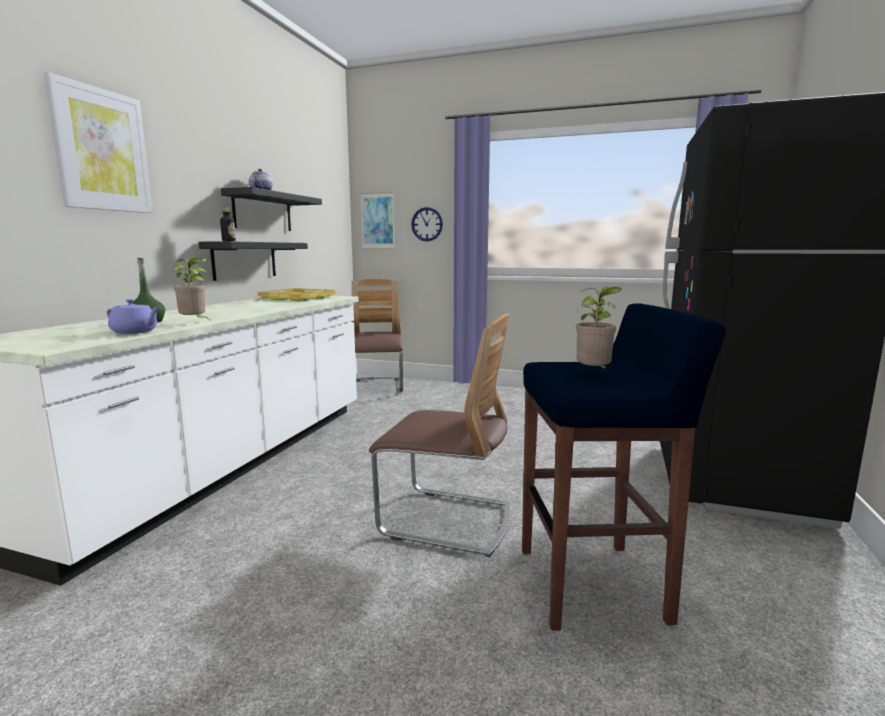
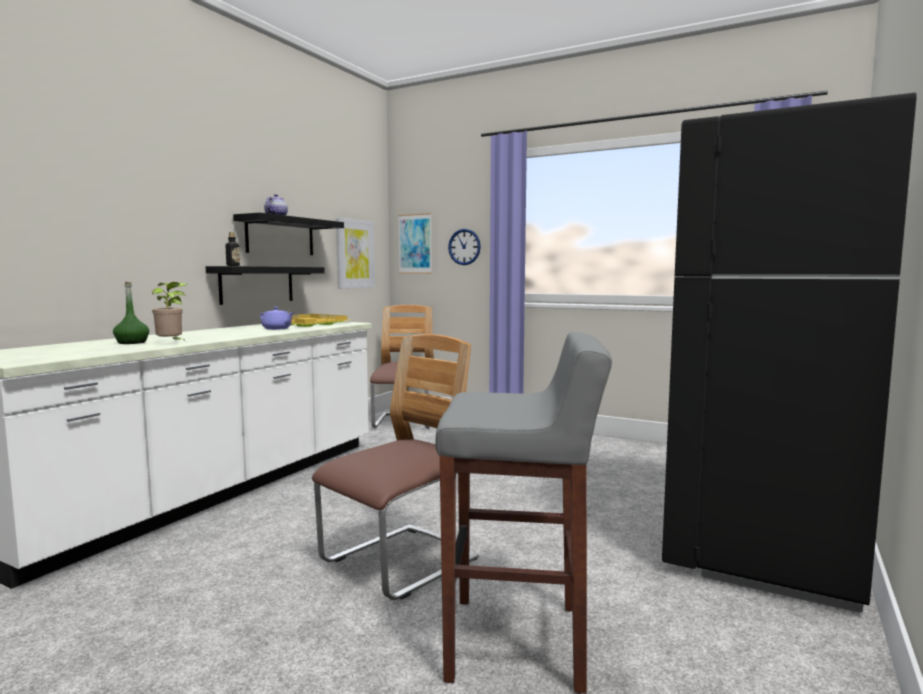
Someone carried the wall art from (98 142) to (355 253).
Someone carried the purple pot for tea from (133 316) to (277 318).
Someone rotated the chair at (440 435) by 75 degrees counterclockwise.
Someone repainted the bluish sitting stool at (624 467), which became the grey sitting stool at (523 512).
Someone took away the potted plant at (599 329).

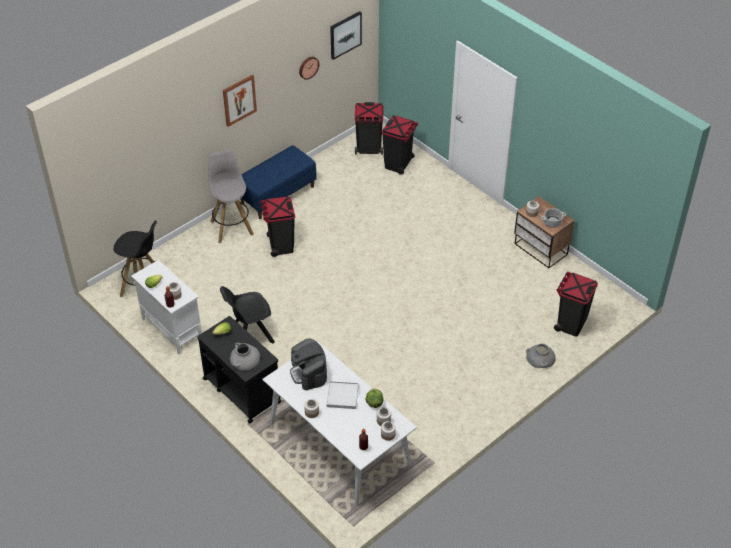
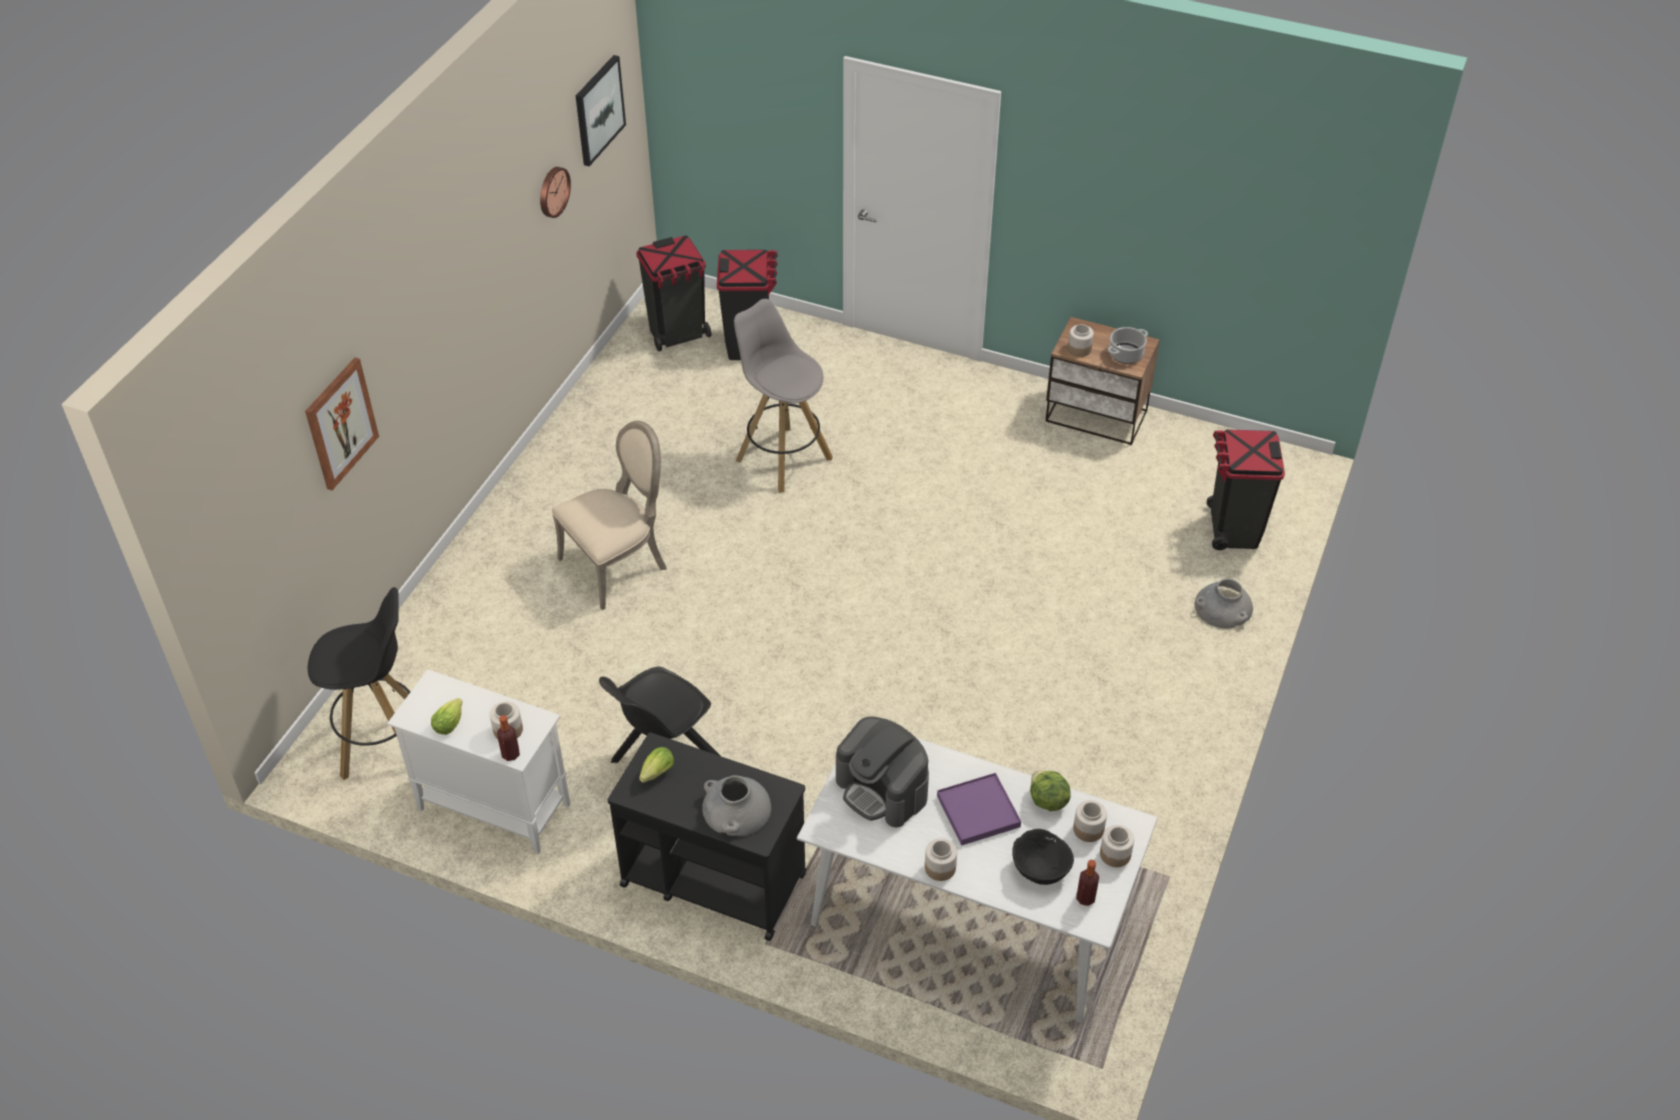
Someone carried the grey sitting stool from (231 196) to (783 396).
Someone carried the wall art from (240 101) to (342 423).
Someone took away the bluish bench at (278 182).
Someone swapped the black waste bin at (277 226) for the beige chair at (609 515).
Someone repainted the white serving tray at (342 395), which became the purple serving tray at (979 809).
Someone put down the black bowl at (1043 857).

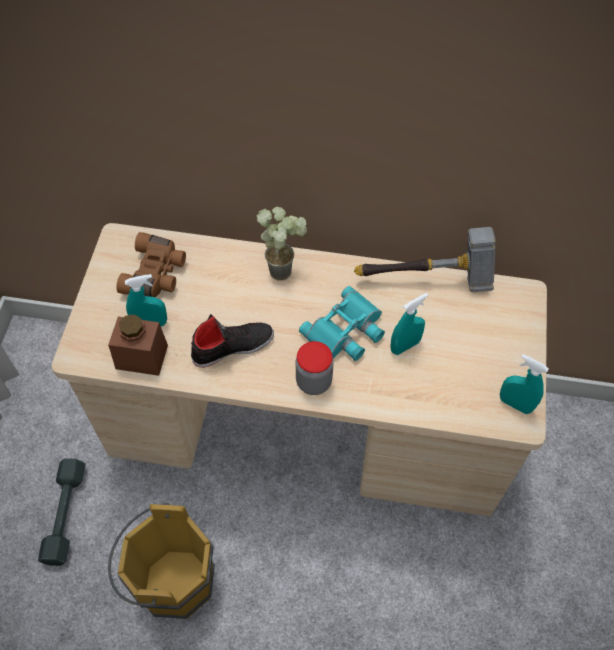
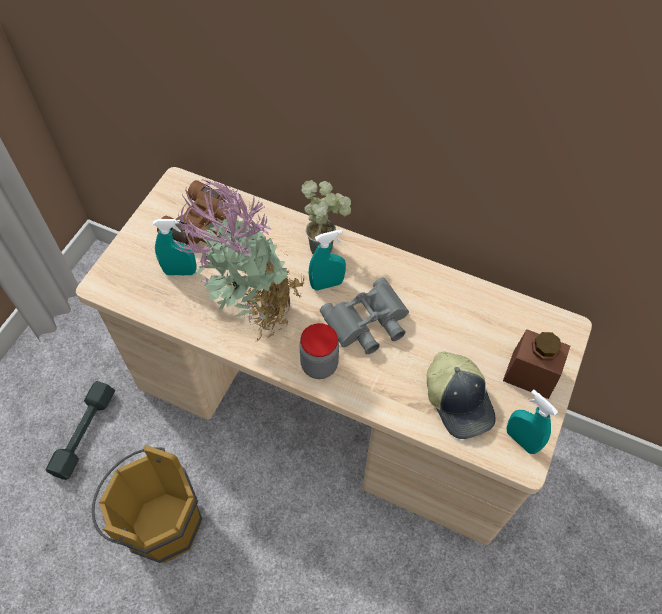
Someone carried the brown-coloured storage jar from (138 345) to (536 364).
Someone swapped the black low shoe at (232 341) for the potted plant at (239 260).
Someone repainted the turquoise binoculars at (342 323), which became the grey binoculars at (364 316).
Someone took away the tool hammer at (425 259).
Someone carried the turquoise hand sprayer from (409 324) to (327 260).
Someone put down the baseball cap at (461 395).

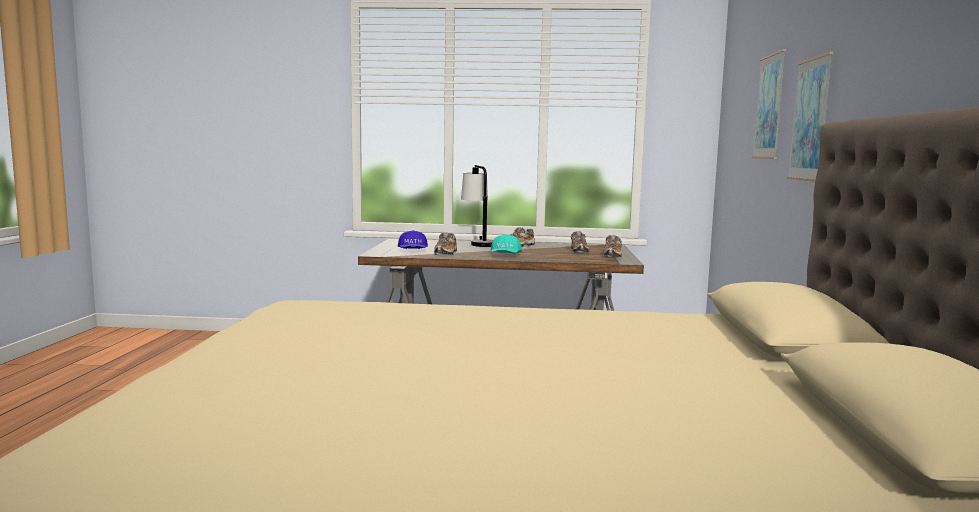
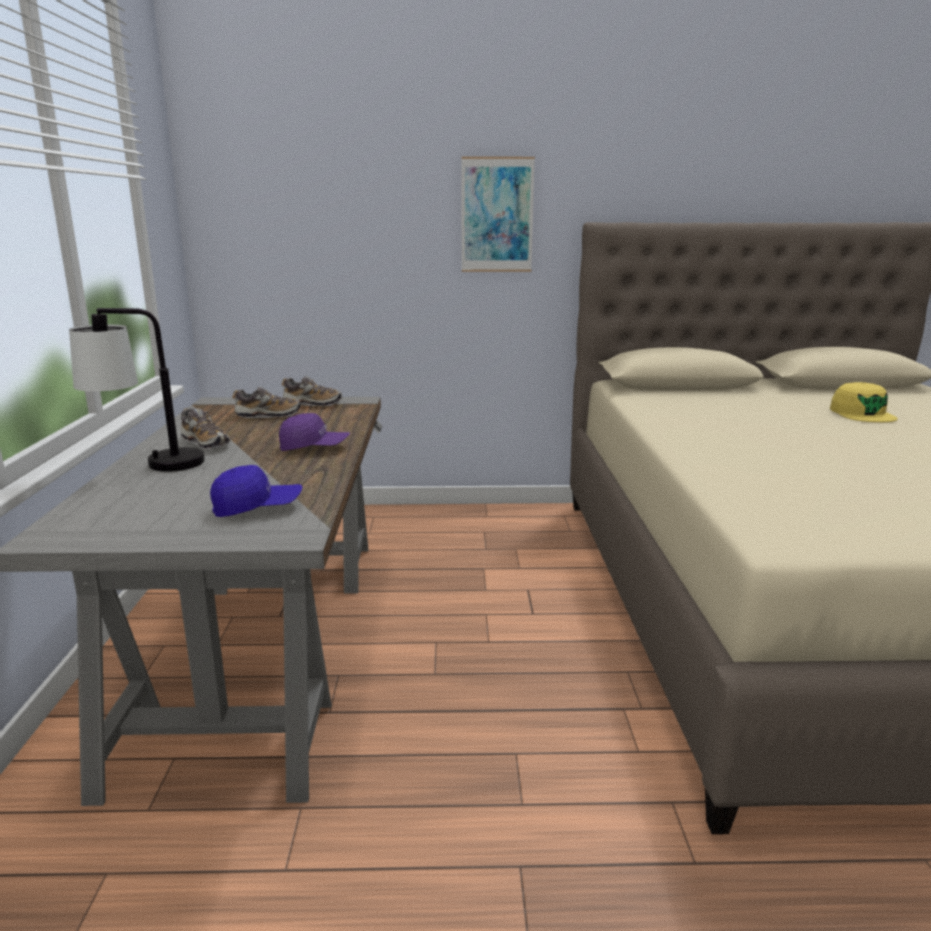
Someone took away the low shoe at (445 243).
Someone repainted the turquoise baseball cap at (506 243), which became the purple baseball cap at (314 432).
Someone took away the wall art at (769 104).
Someone put down the yellow-coloured baseball cap at (864 402).

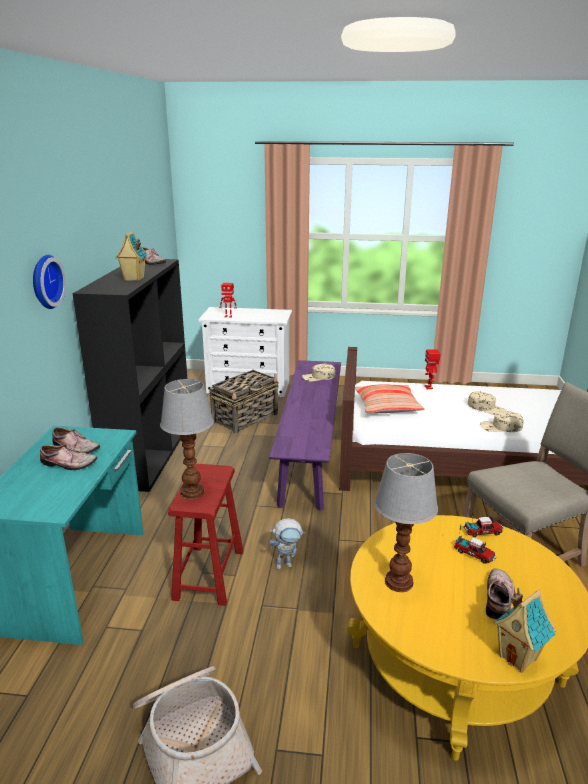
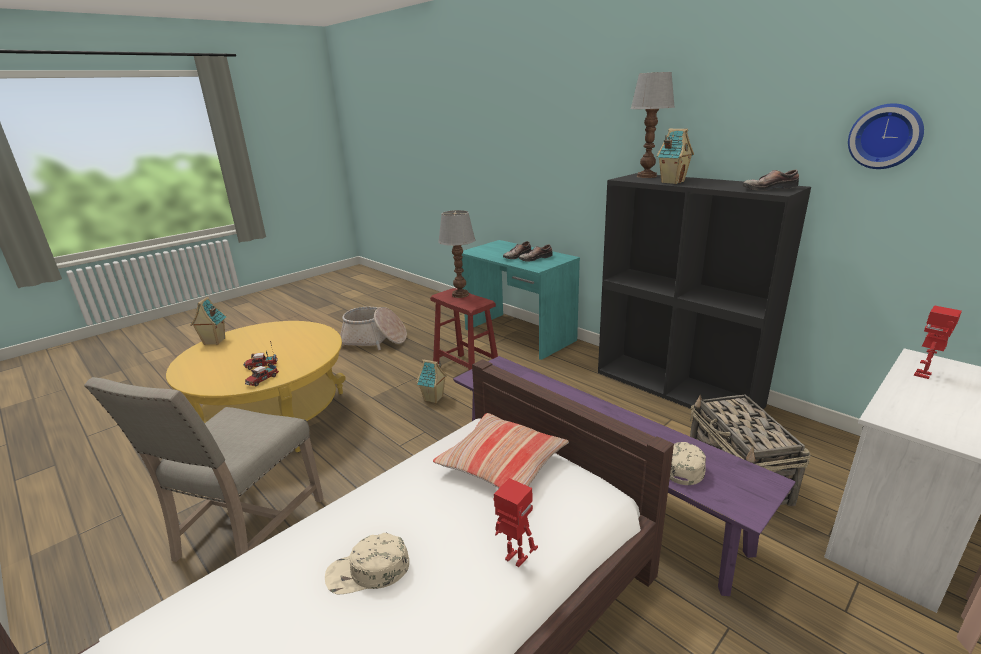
Someone carried the hanging clock from (49 282) to (886 136).
Someone swapped the robot figure at (287 543) for the miniature house at (431 381).
Someone carried the table lamp from (406 522) to (653 125).
Someone took away the beige baseball cap at (501 421).
Someone took away the low shoe at (500 593).

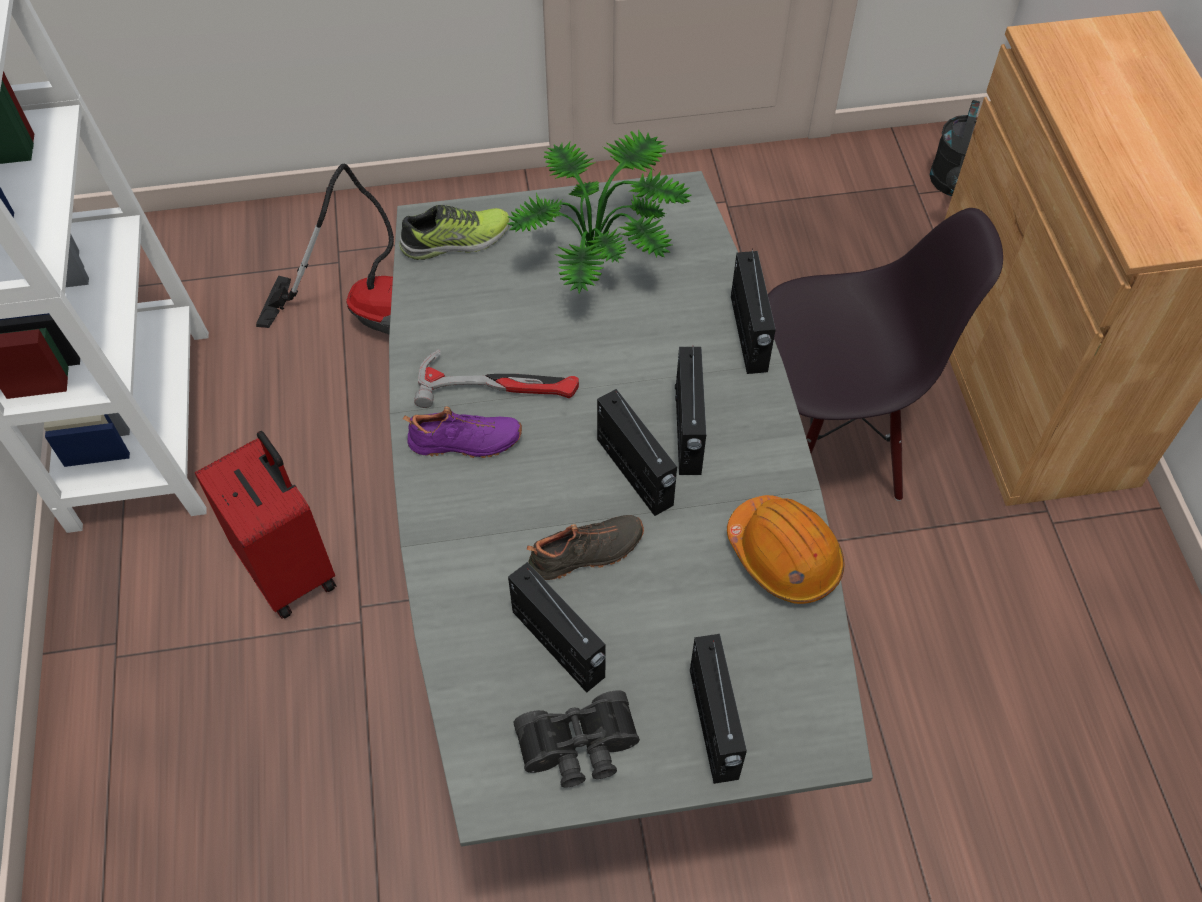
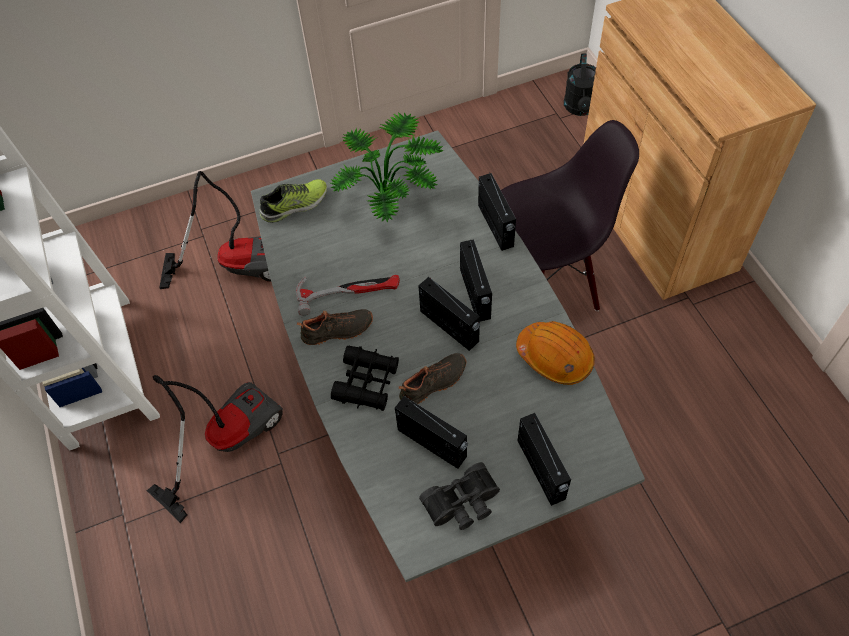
Someone swapped the red piece of luggage at (265 525) for the vacuum cleaner at (215 449).
Someone repainted the purple low shoe at (462 432), which became the black low shoe at (335 327).
Someone put down the black binoculars at (365 378).

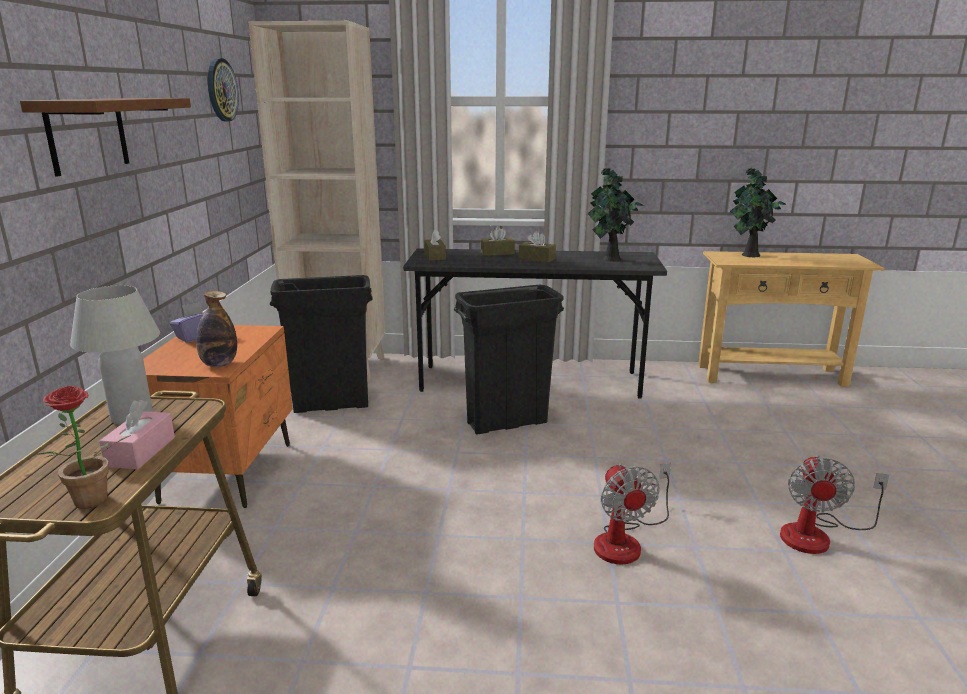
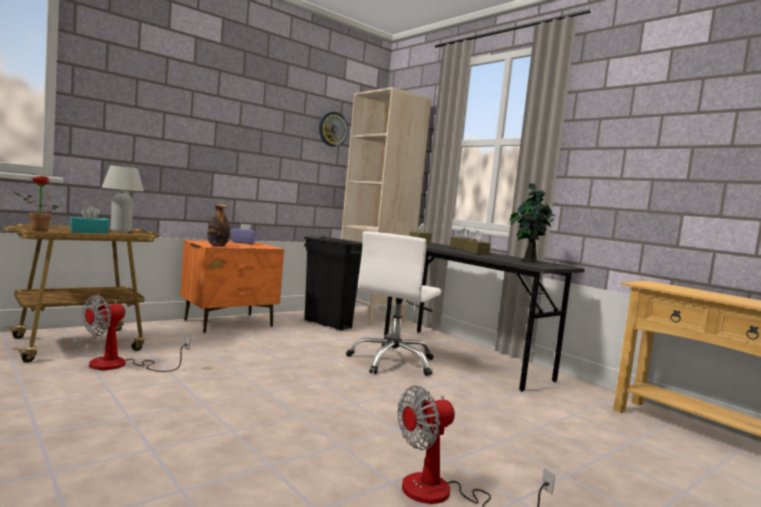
Someone took away the brown-coloured wall shelf at (105 137).
Someone repainted the pink-coloured box of tissues at (137 435), which became the turquoise box of tissues at (89 219).
Someone swapped the black waste bin at (509 359) for the white desk chair at (393 303).
Someone carried the cooling fan from (632 513) to (136 333).
Someone took away the potted plant at (758 212).

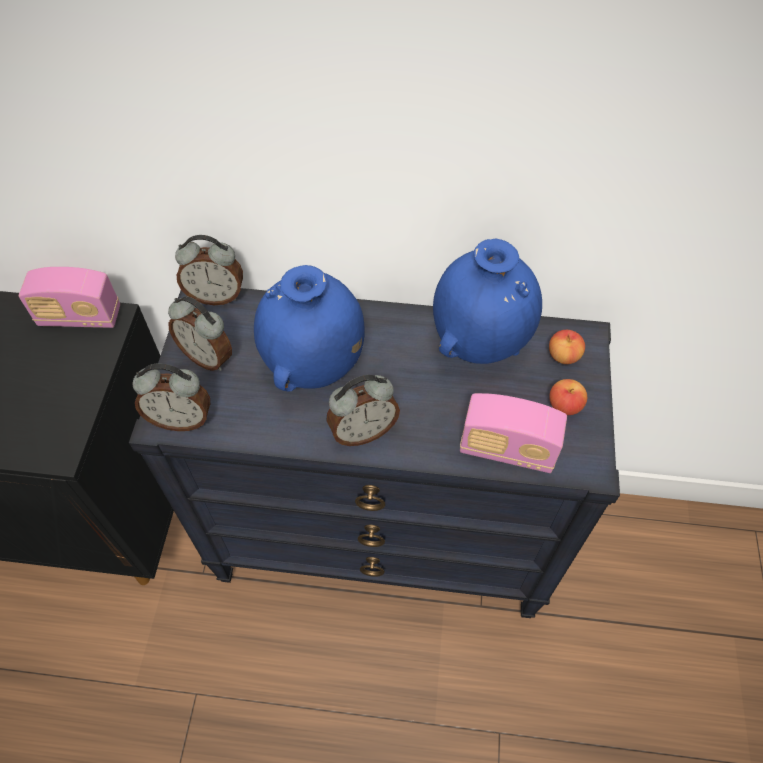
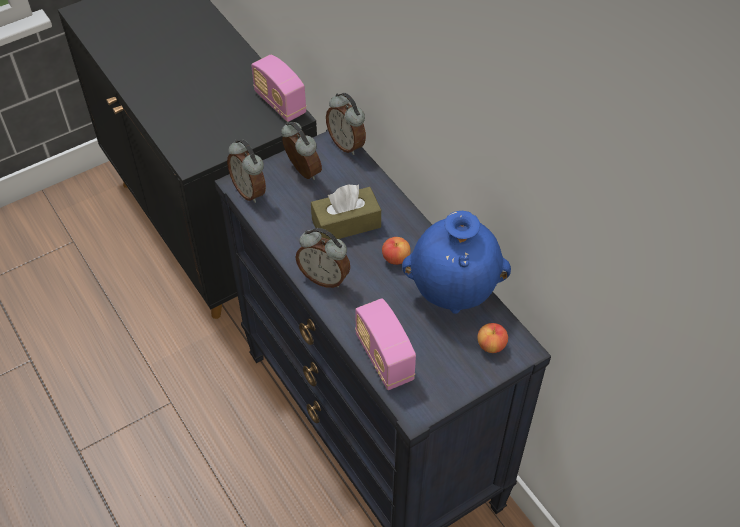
Someone rotated the table clock at (200 333) by 150 degrees clockwise.
Someone swapped the bluish vase at (309 328) for the brown-coloured box of tissues at (346 212).
Someone carried the apple fruit from (568 397) to (396 251).

